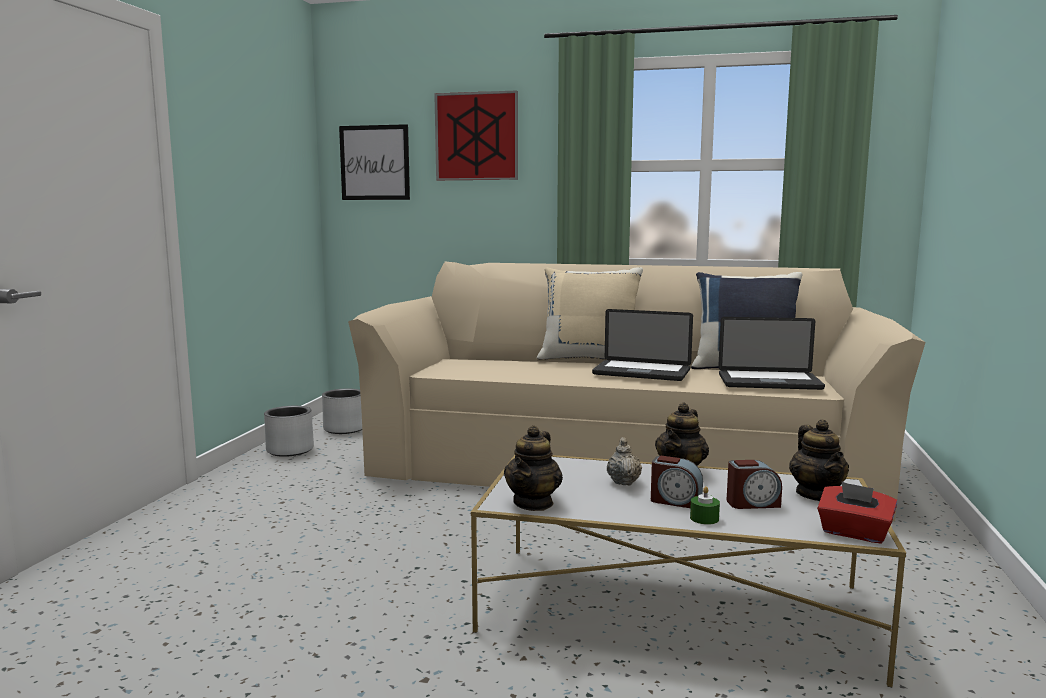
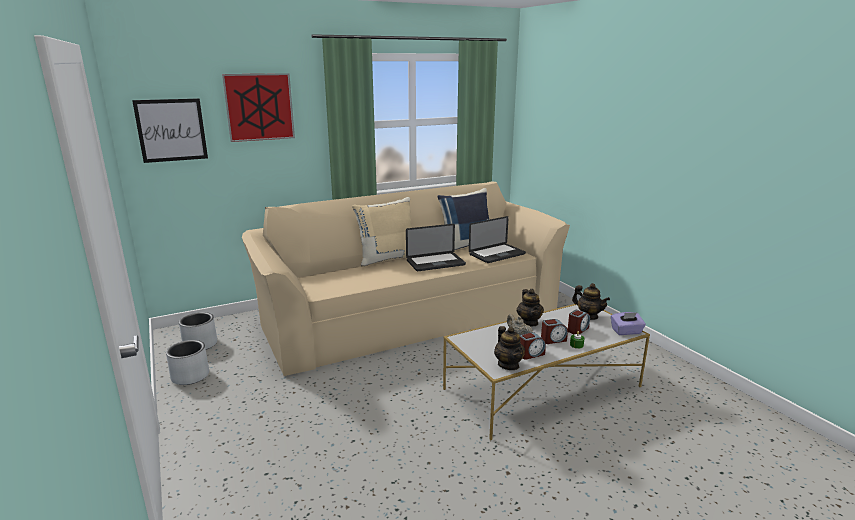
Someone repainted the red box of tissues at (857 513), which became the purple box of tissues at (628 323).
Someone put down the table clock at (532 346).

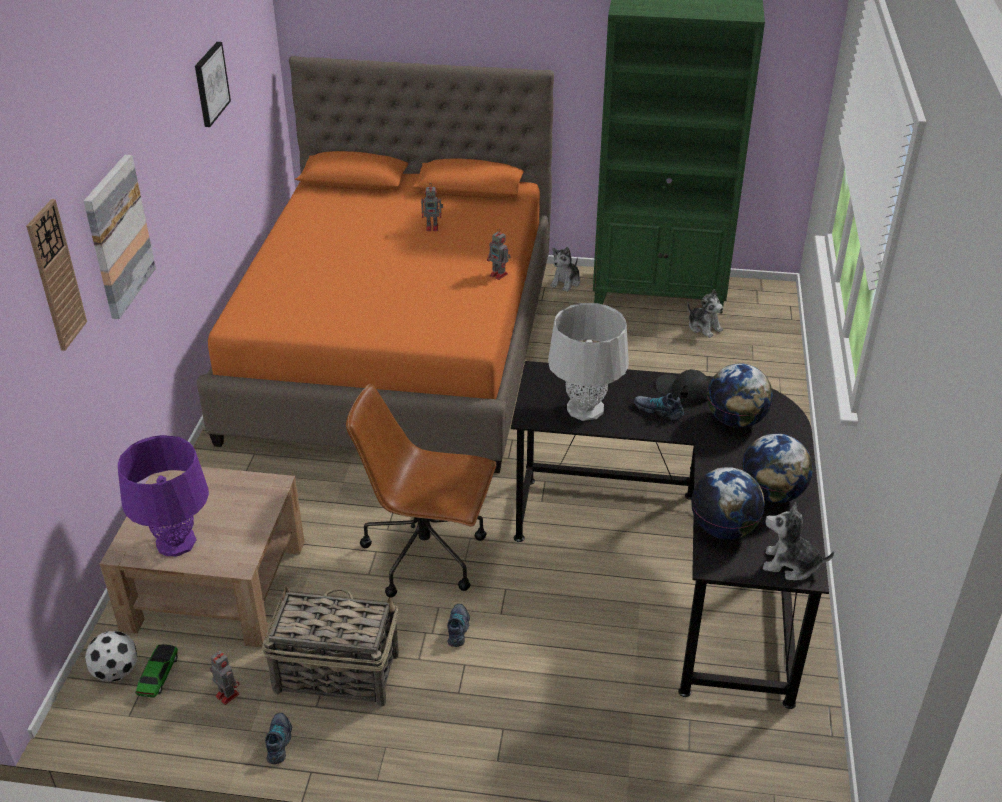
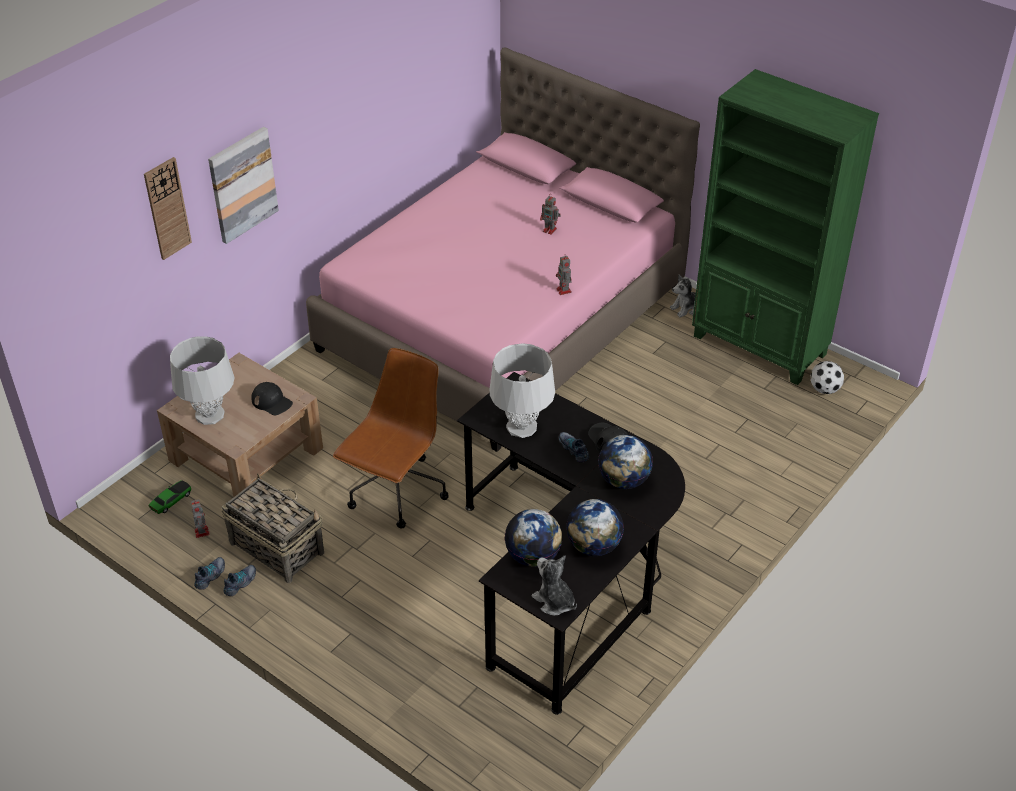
Someone carried the ball for football from (111 656) to (827 377).
Someone repainted the purple table lamp at (163 495), which became the grey table lamp at (202 380).
Someone took away the wall art at (213 84).
Someone repainted the orange bedroom bed at (375 264), which became the pink-coloured bedroom bed at (503 249).
Someone rotated the brown-coloured desk chair at (421 491) by 75 degrees clockwise.
Someone carried the low shoe from (458 625) to (239 580).
Someone took away the soft toy at (705 313).
Someone put down the black baseball cap at (272 398).

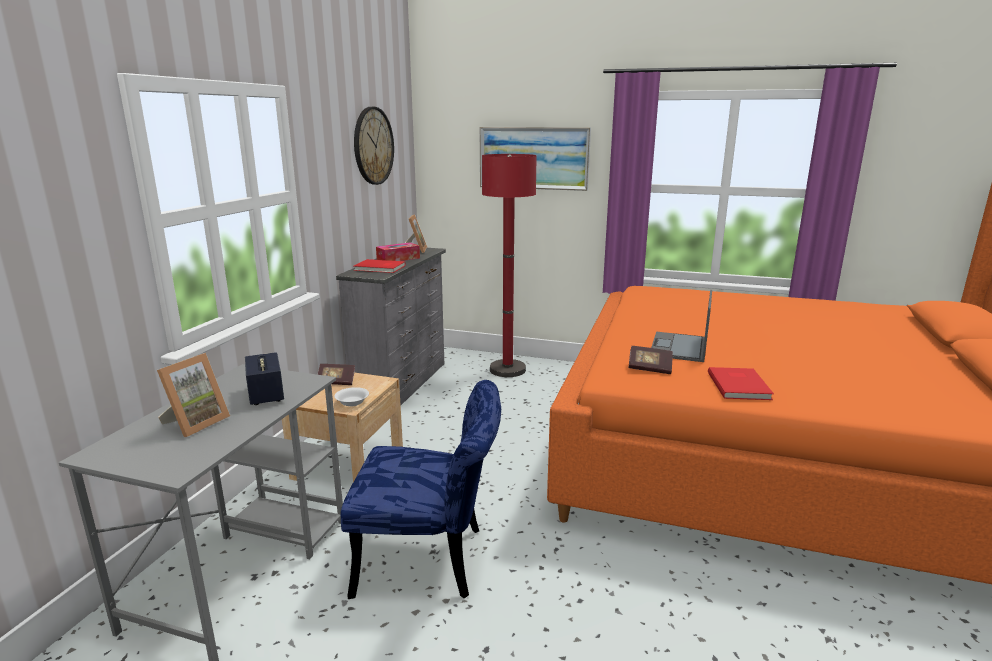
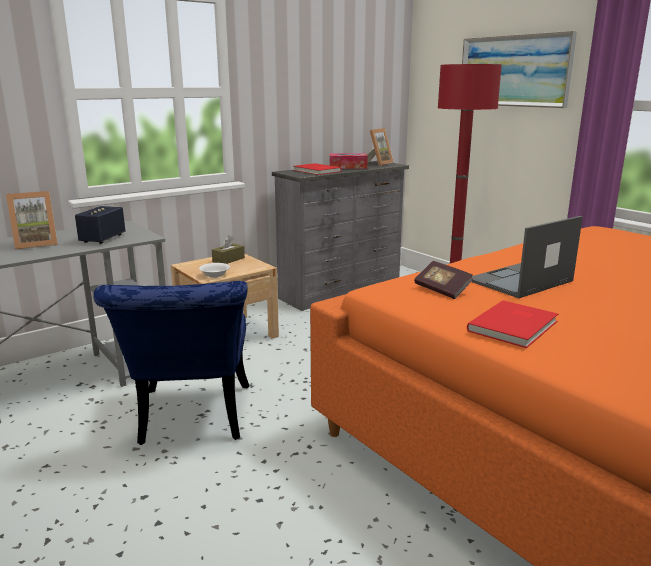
Someone swapped the book at (336 374) for the brown-coloured box of tissues at (228 249).
Someone rotated the bluish chair at (421 489) by 45 degrees clockwise.
Someone took away the hanging clock at (374 146).

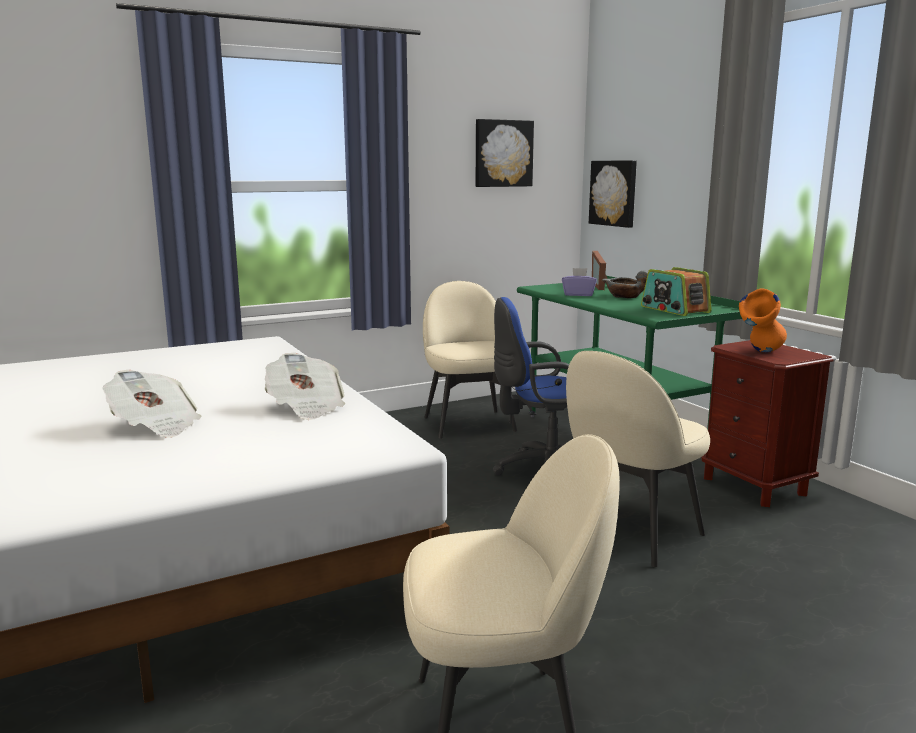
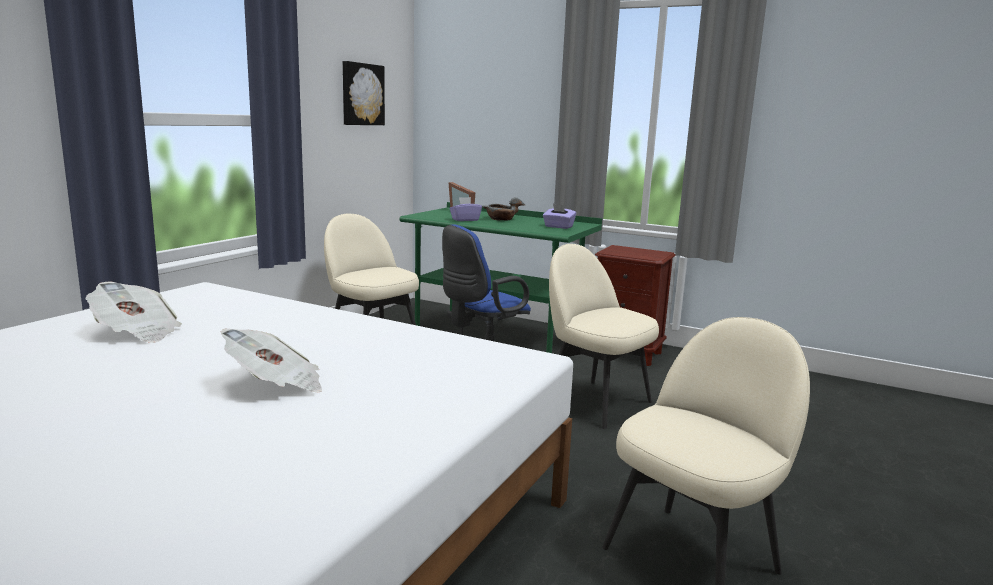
Someone carried the daily paper from (304 386) to (134 312).
Someone rotated the beige chair at (638 459) by 120 degrees clockwise.
Someone took away the wall art at (613 194).
Someone swapped the radio at (676 291) for the purple box of tissues at (560 216).
Someone took away the orange vase at (763 320).

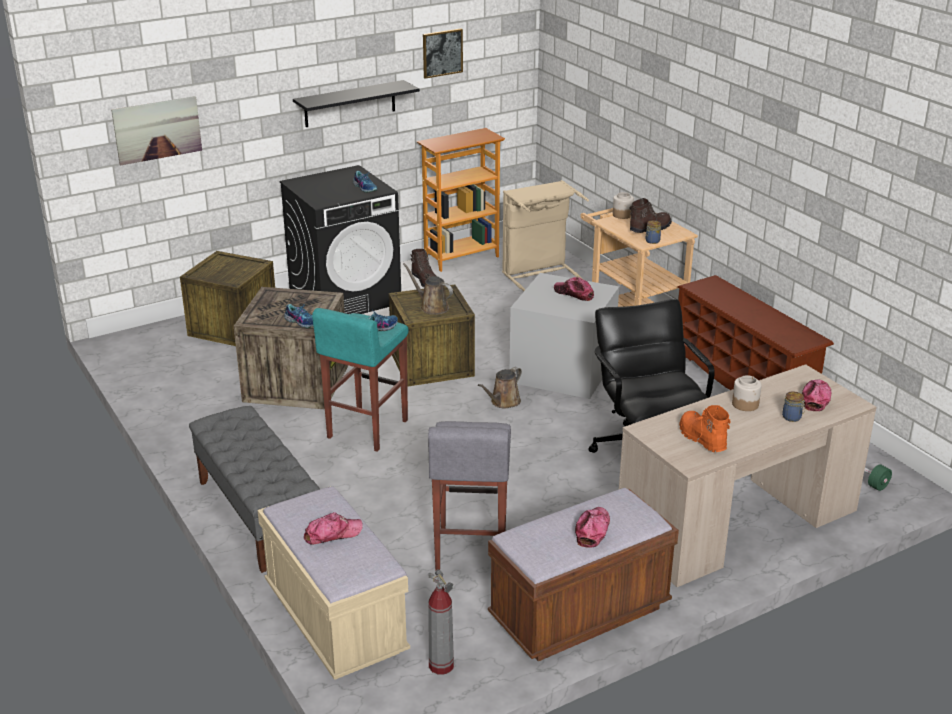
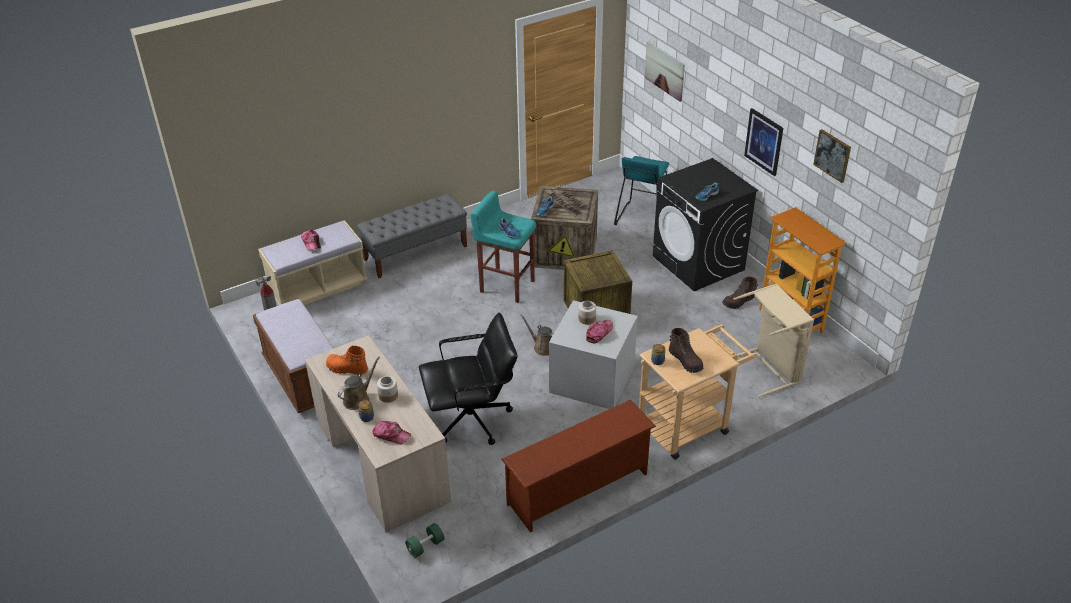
Someone swapped the shipping crate at (227 298) for the turquoise sitting stool at (641 190).
Someone swapped the black wall shelf at (356 103) for the wall art at (763 142).
Someone carried the brown-coloured watering can from (428 289) to (359 383).
Someone took away the grey sitting stool at (469 496).
Someone took away the baseball cap at (592 527).
Someone carried the storage jar from (623 205) to (587 312).
Someone rotated the orange tall boot at (705 428) by 135 degrees counterclockwise.

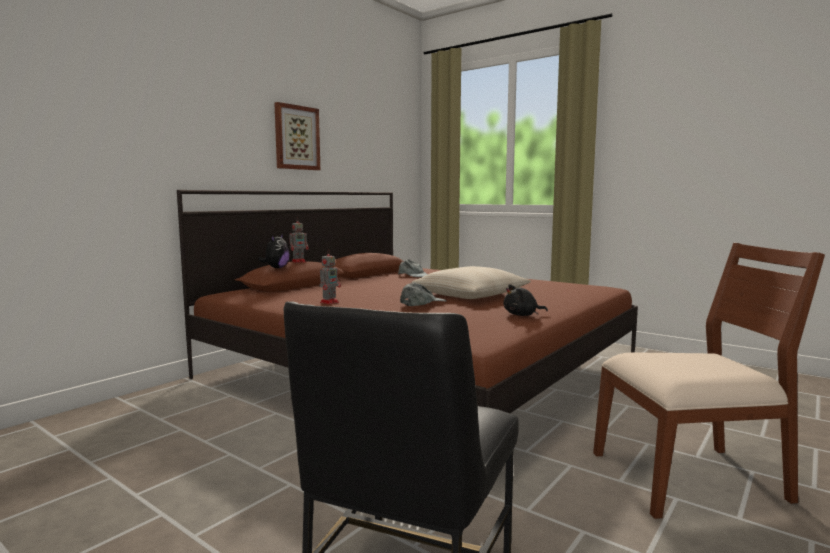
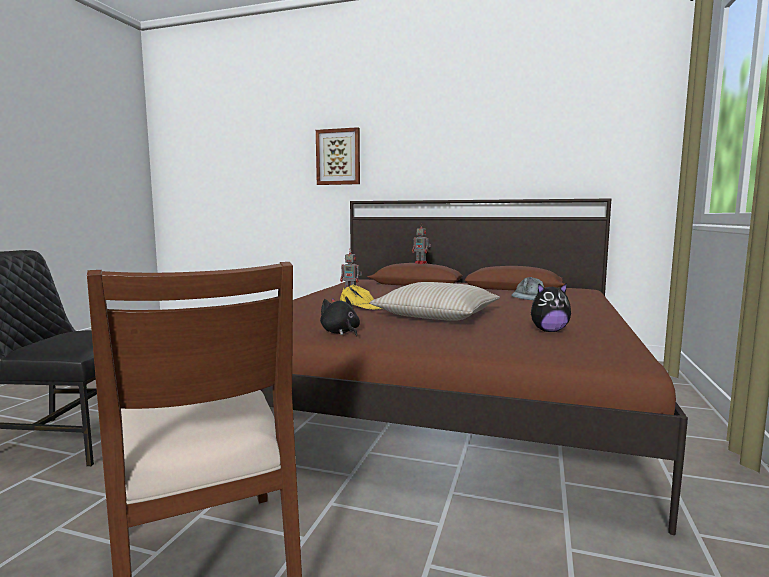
Someone carried the soft toy from (274 251) to (551 307).
Someone carried the wall art from (297 136) to (338 156).
Someone repainted the grey baseball cap at (423 294), which became the yellow-coloured baseball cap at (361 297).

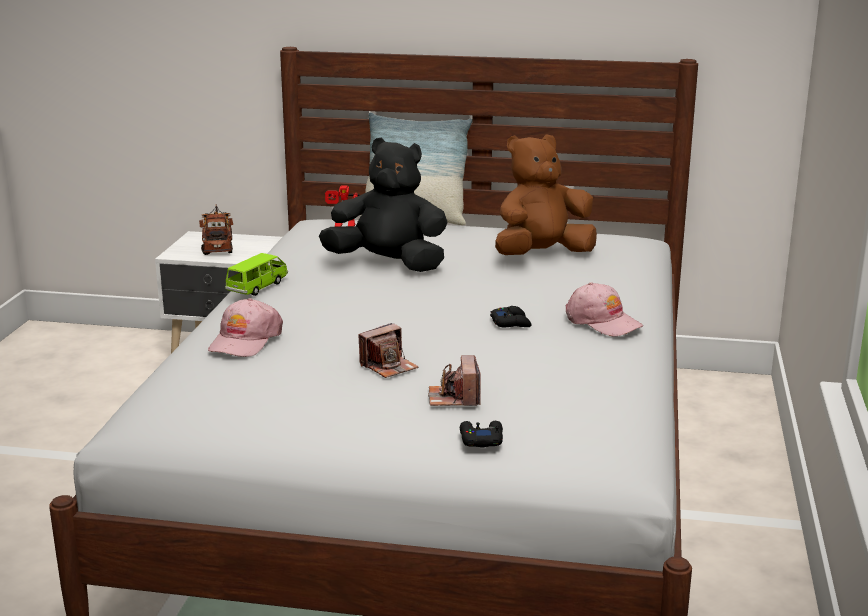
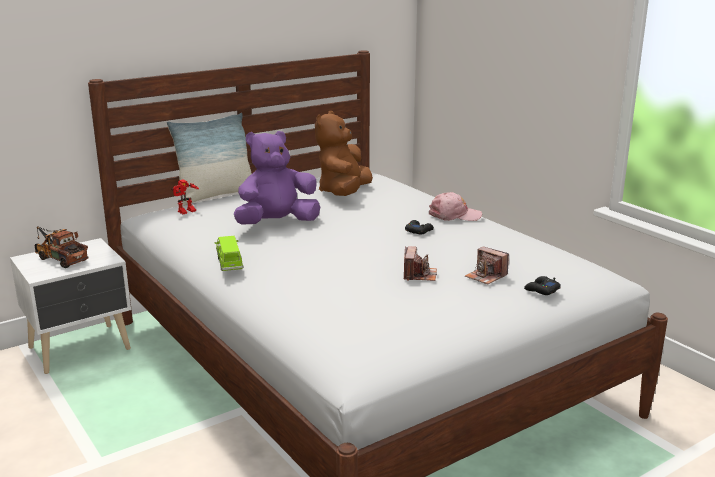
Someone took away the pink-coloured baseball cap at (245 327).
Someone repainted the black soft toy at (383 205), which became the purple soft toy at (277 178).

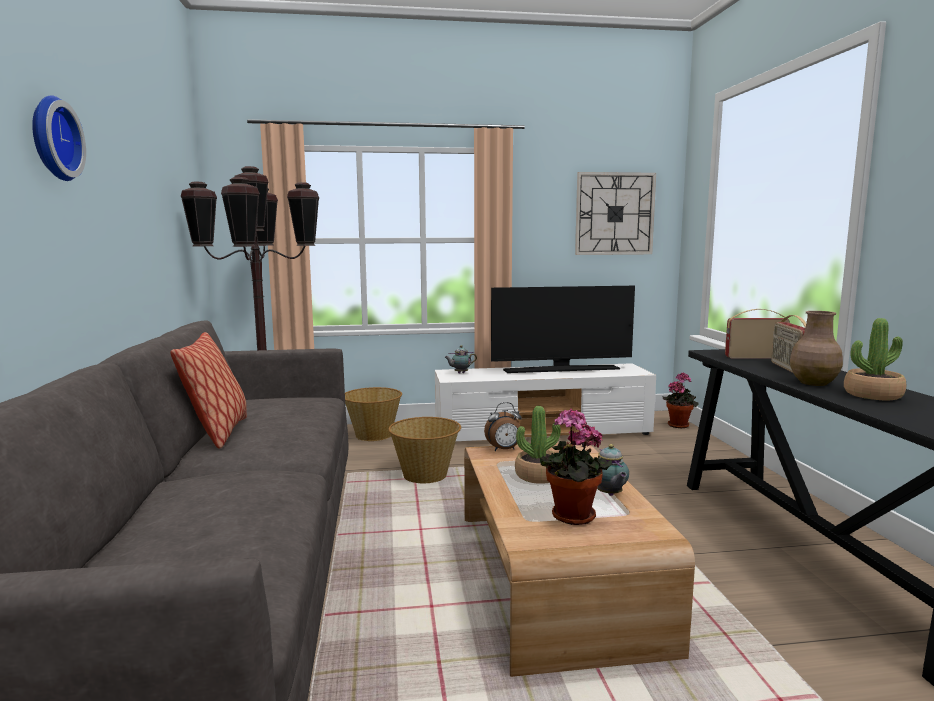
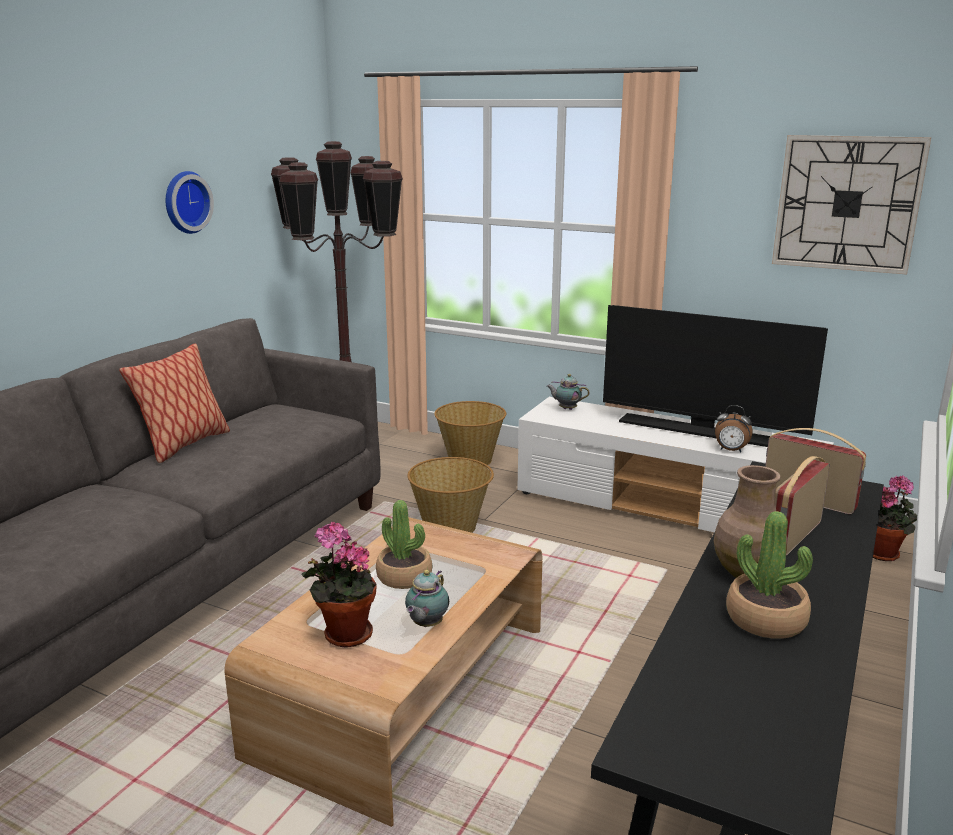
Someone carried the hanging clock from (59 138) to (190 202).
Someone carried the table clock from (503 426) to (734 429).

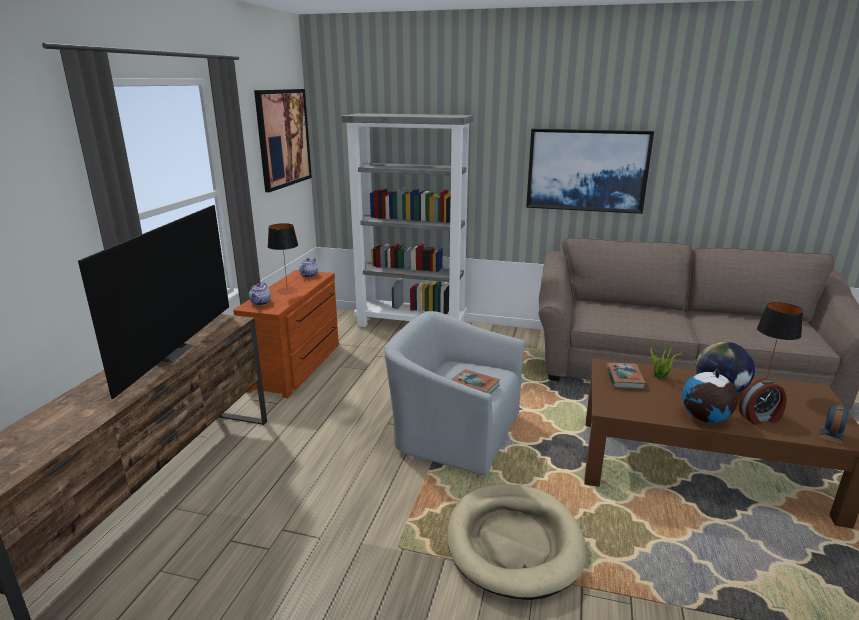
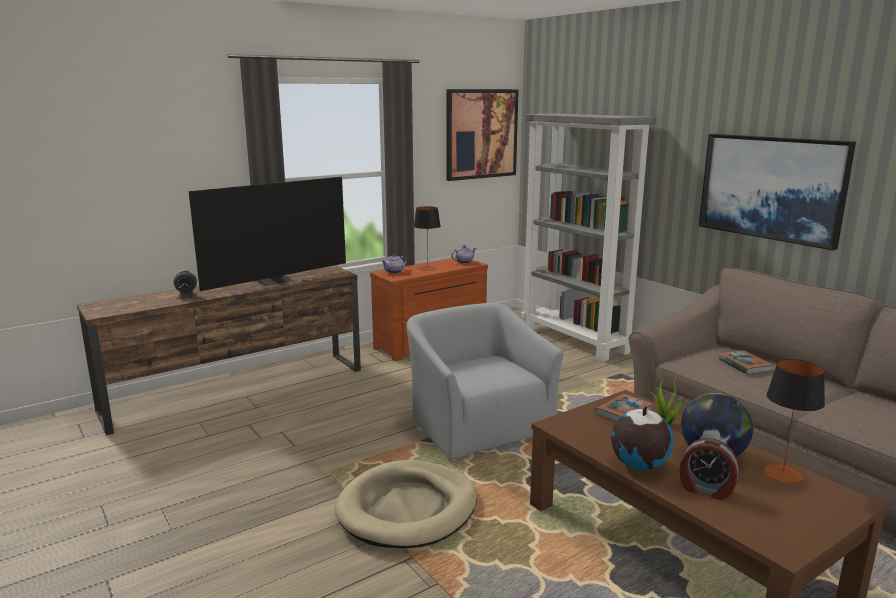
Someone carried the book from (475 381) to (746 362).
Someone carried the table clock from (834 424) to (186 284).

